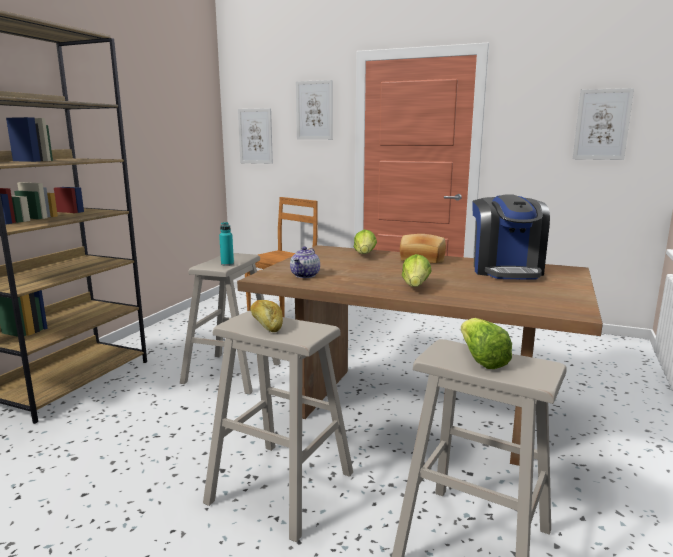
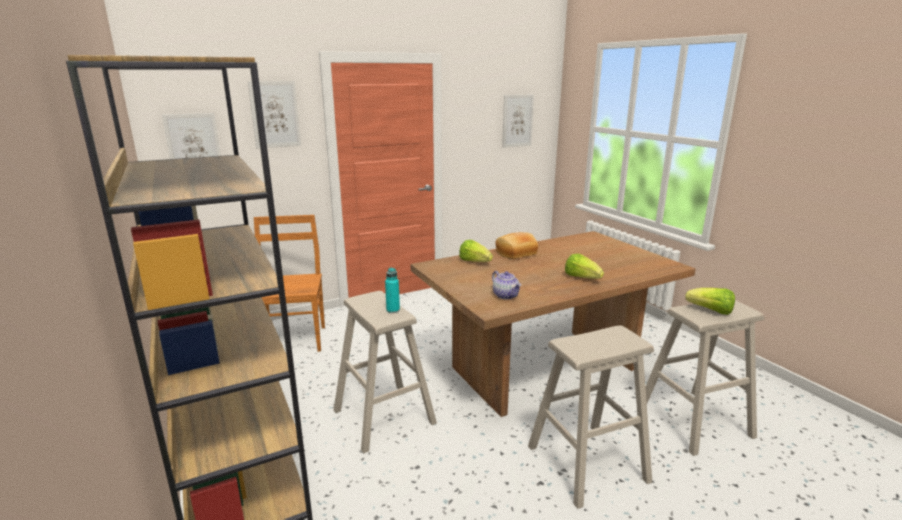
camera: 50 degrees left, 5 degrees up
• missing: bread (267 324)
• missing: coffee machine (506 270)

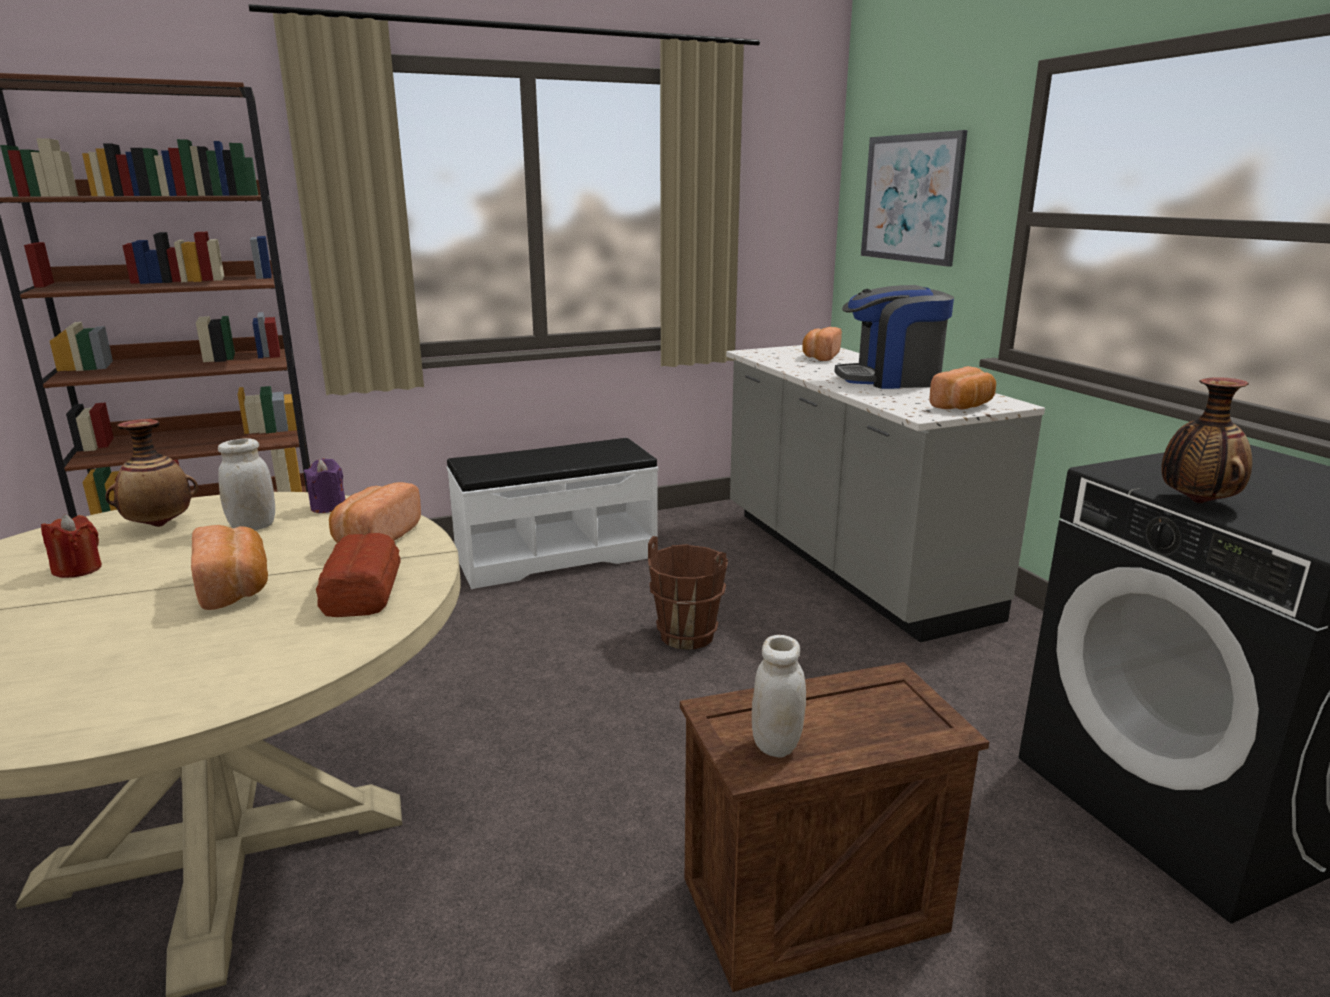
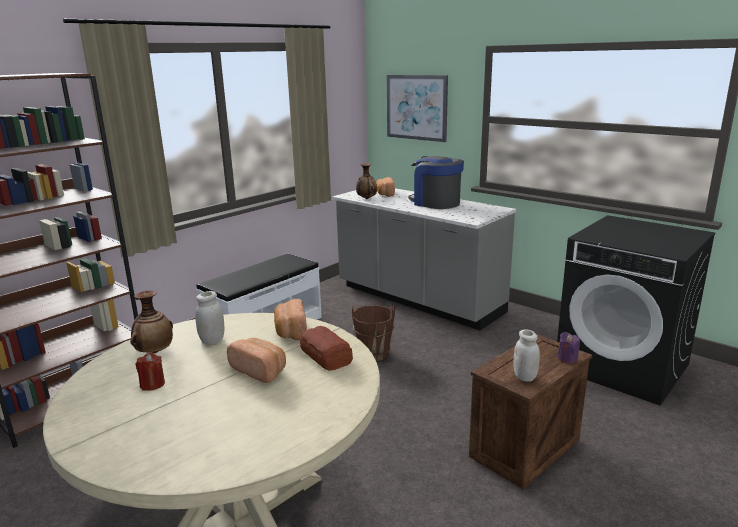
camera: 25 degrees left, 0 degrees up
• relocated: purple candle (328 507) to (567 358)
• spun: coffee machine (891 379) = (435 203) 75 degrees clockwise
• missing: bread (963 406)
• relocated: vase (1196 502) to (366 198)

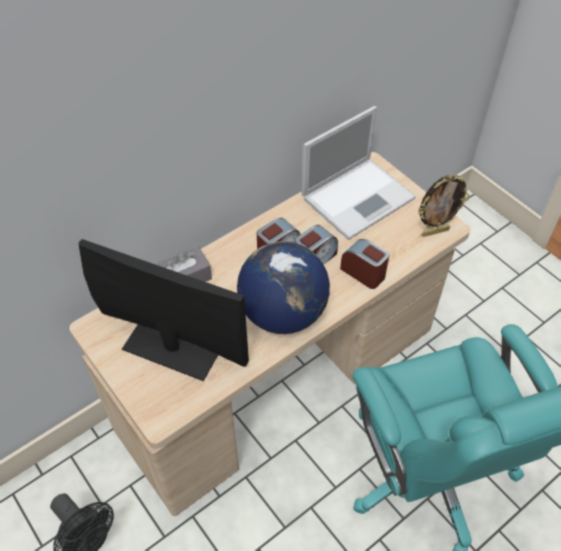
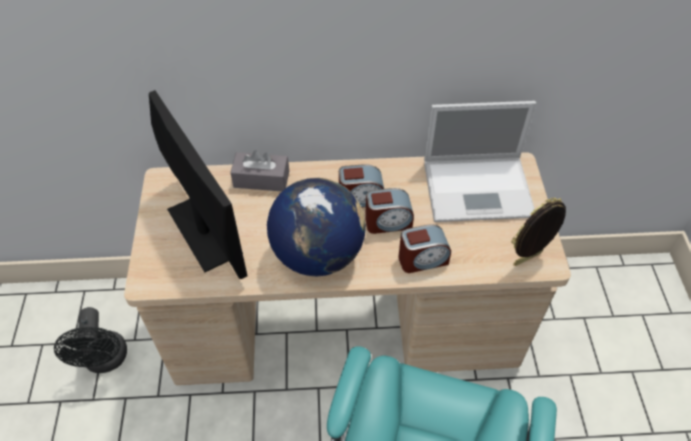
camera: 35 degrees right, 0 degrees up
• spun: alarm clock (363 272) = (422 259) 90 degrees clockwise
• spun: picture frame (434 232) = (528 260) 135 degrees clockwise

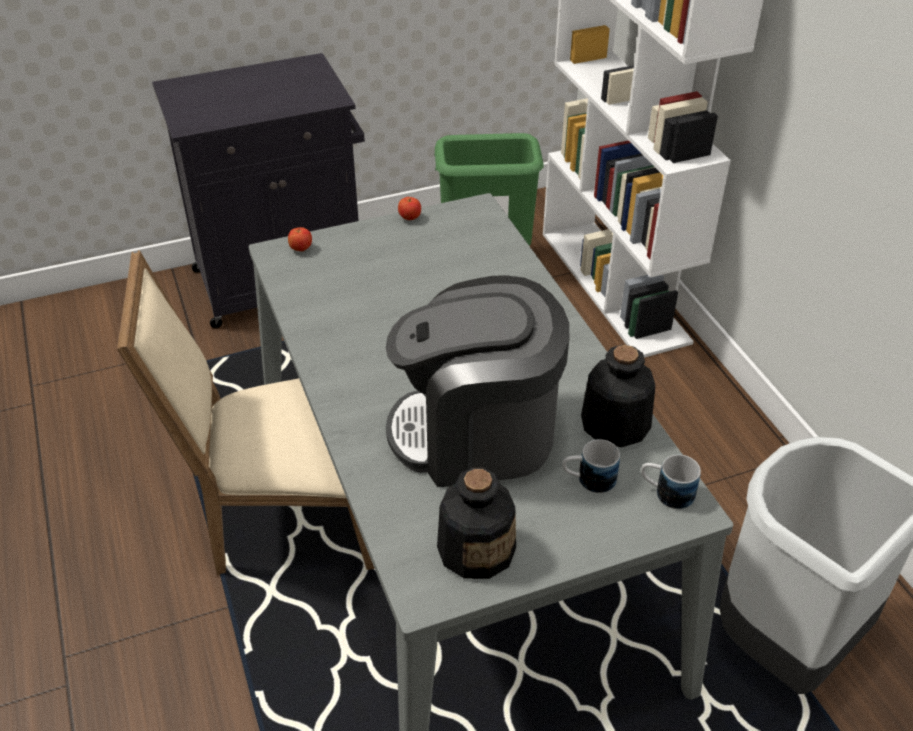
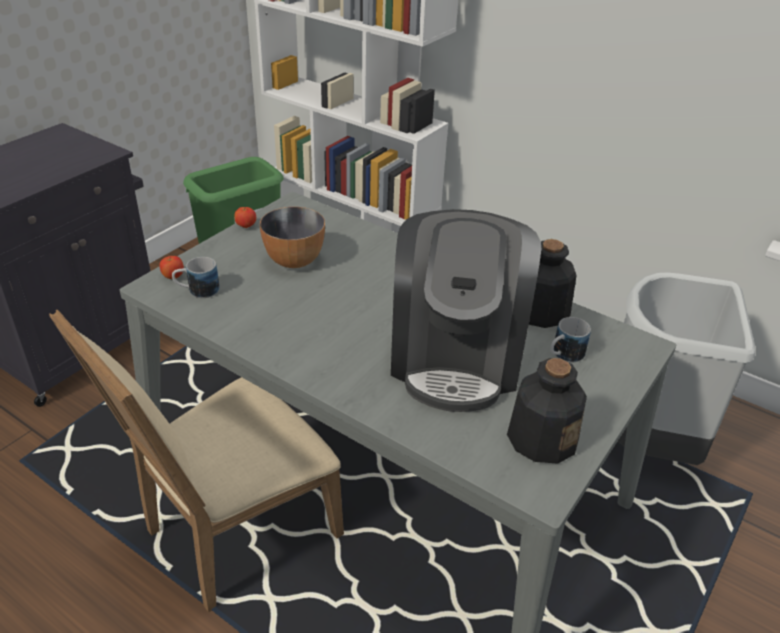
camera: 35 degrees left, 5 degrees down
• spun: coffee machine (476 434) = (456 358) 45 degrees counterclockwise
• relocated: mug (666 493) to (197 291)
• appeared: bowl (294 260)

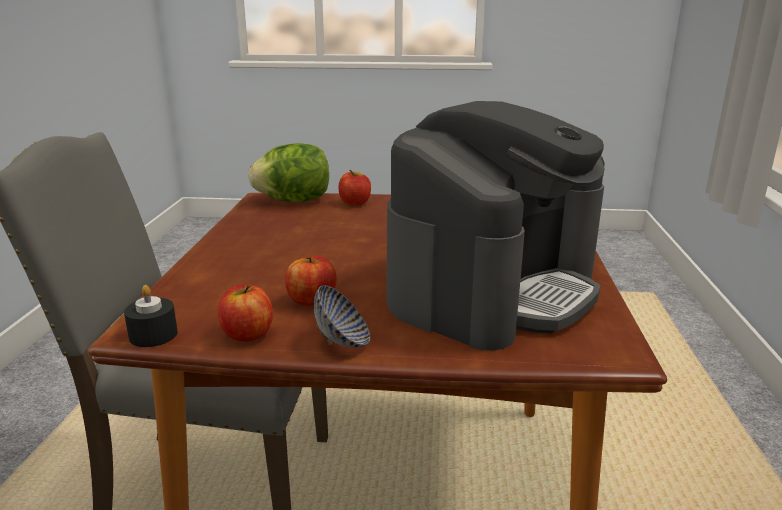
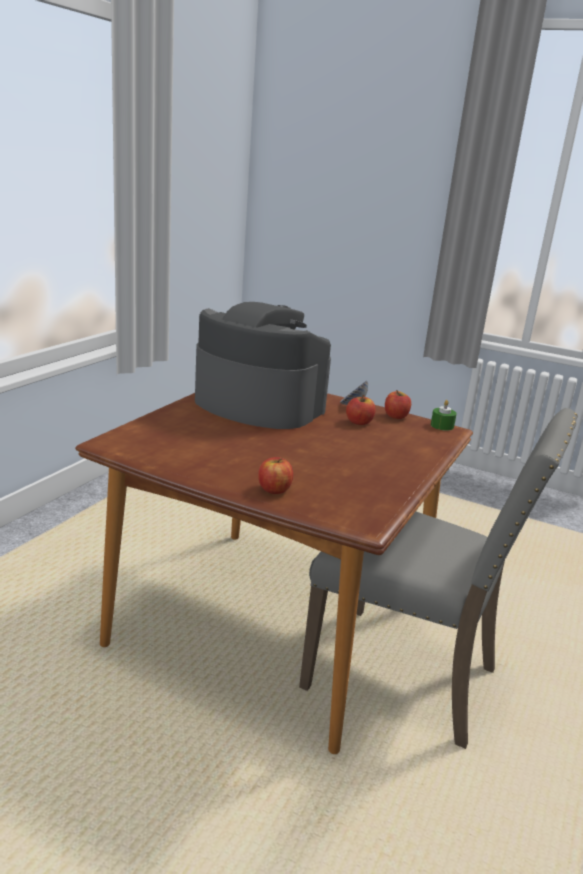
camera: 160 degrees left, 0 degrees up
• colour: black candle (153 335) to green candle (442 426)
• missing: lettuce (294 201)
• spun: coffee machine (493 289) = (257 405) 60 degrees clockwise

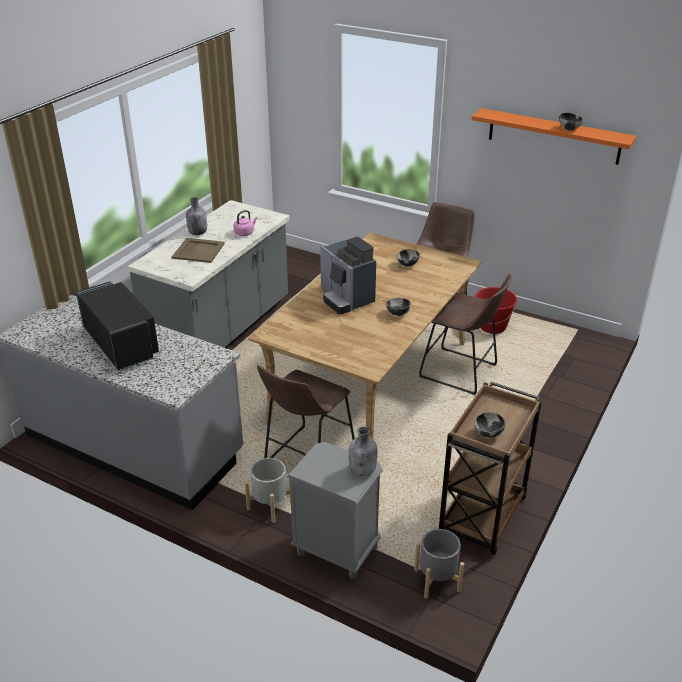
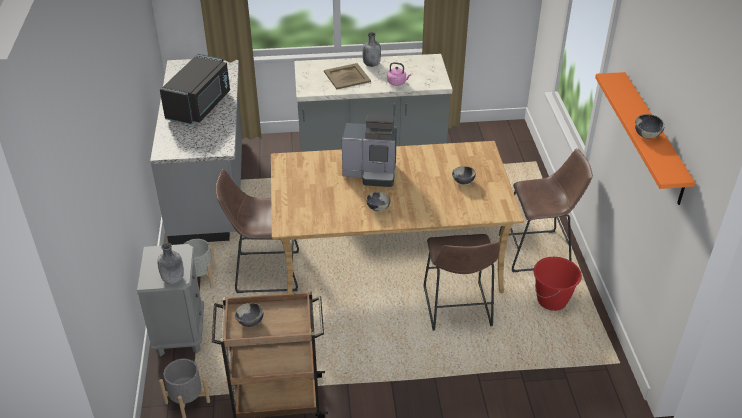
camera: 55 degrees right, 5 degrees up
• spun: coffee machine (346 298) = (371 173) 105 degrees counterclockwise

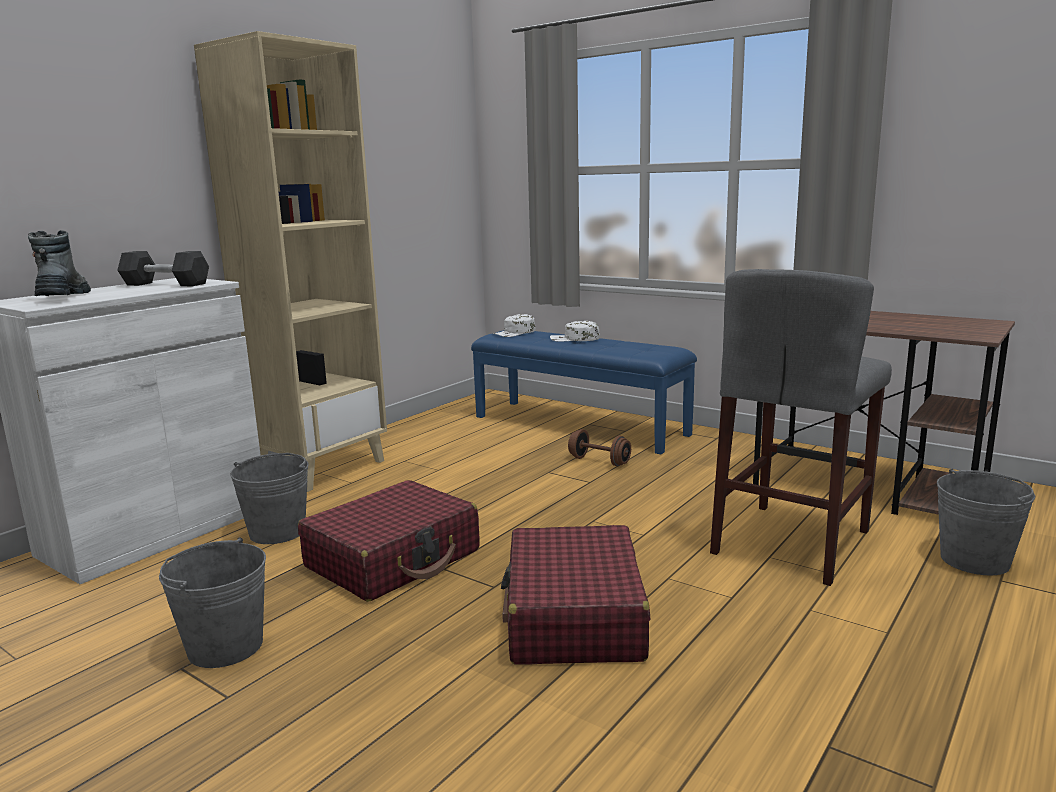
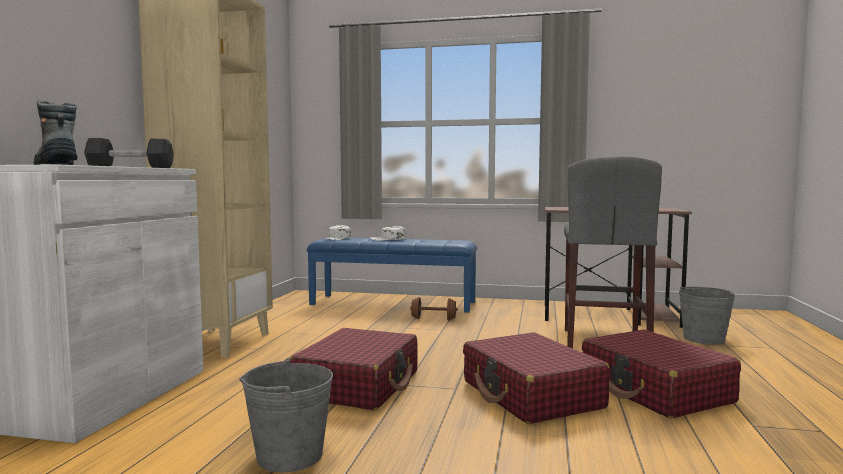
camera: 25 degrees left, 10 degrees down
• missing: grey bucket (277 532)
• appeared: red suitcase (655 390)

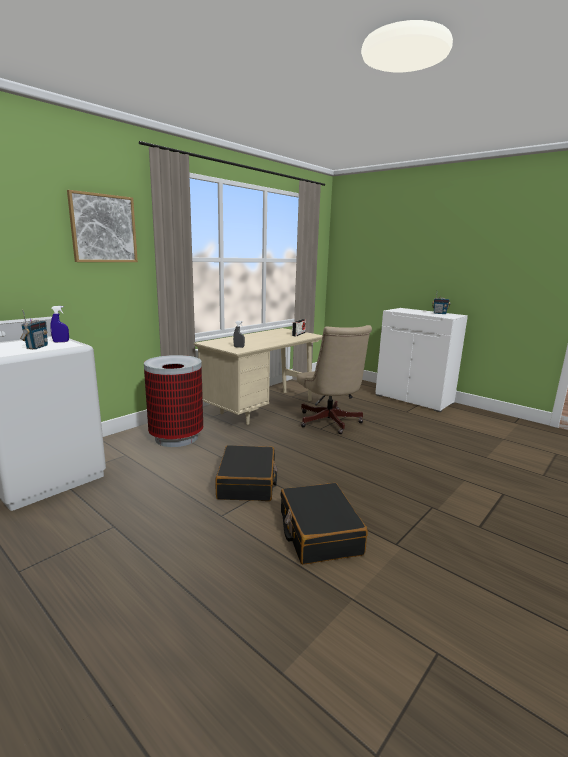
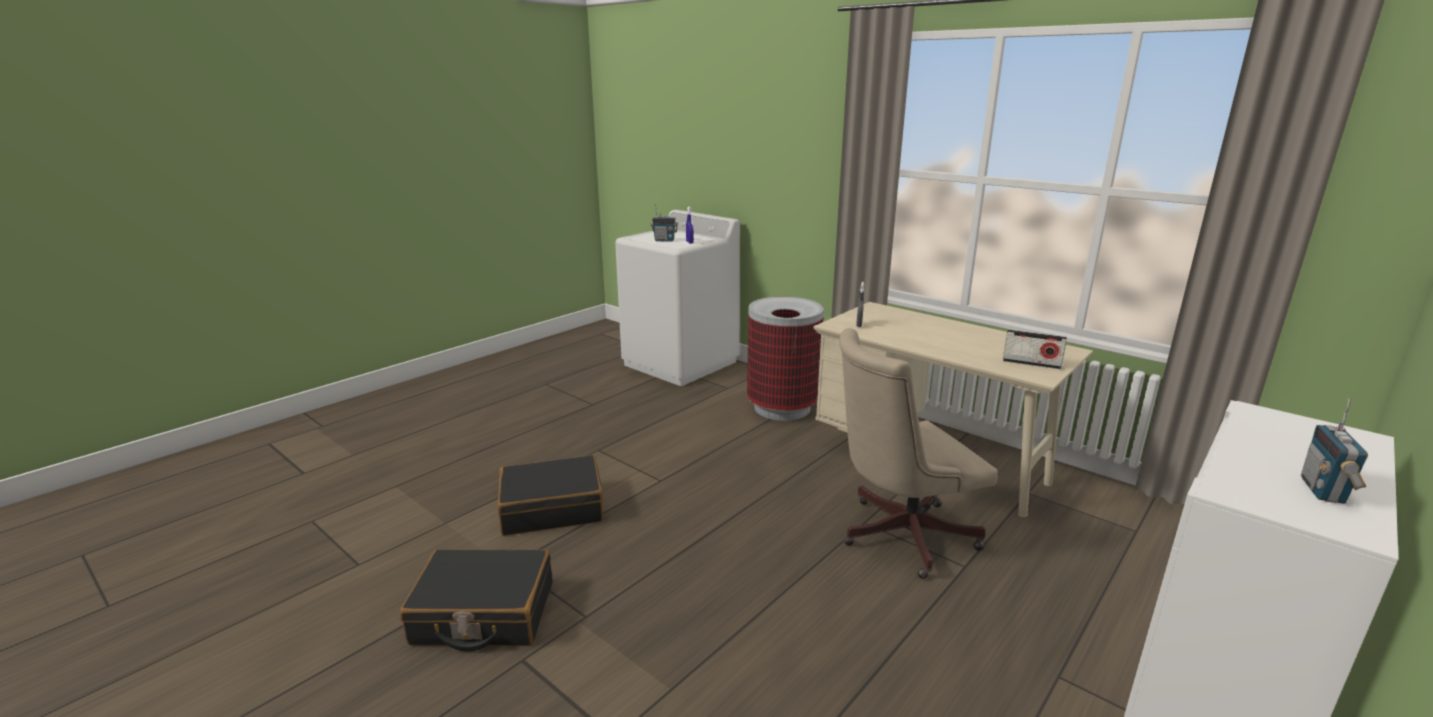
camera: 90 degrees right, 5 degrees up
• missing: picture (103 228)
• relocated: black suitcase (247 482) to (483 614)

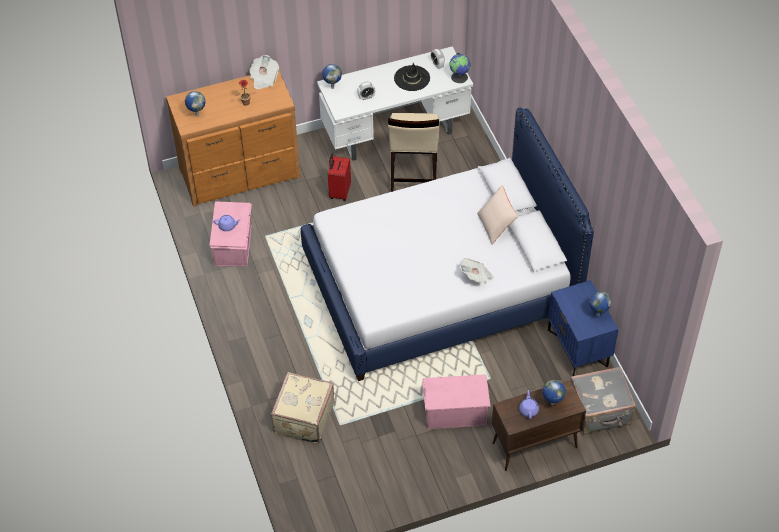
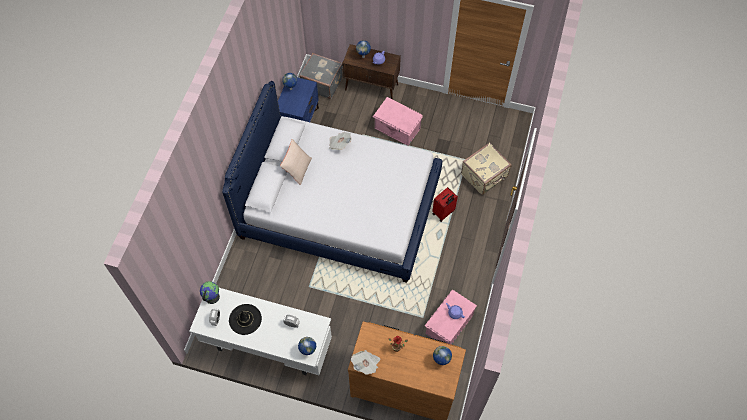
camera: 145 degrees left, 10 degrees up
• relocated: red suitcase (339 192) to (443 213)
• missing: beige stool (413 177)

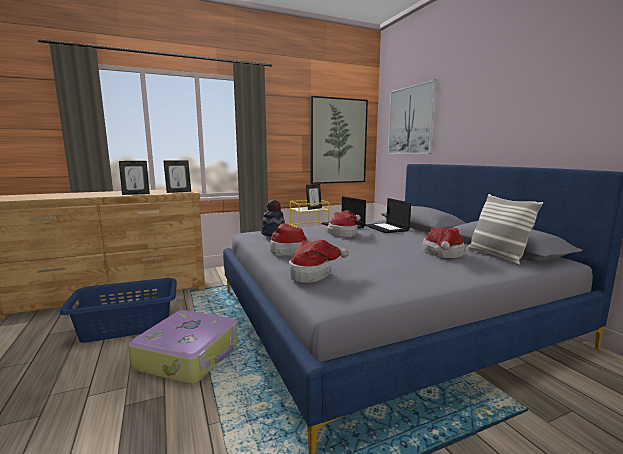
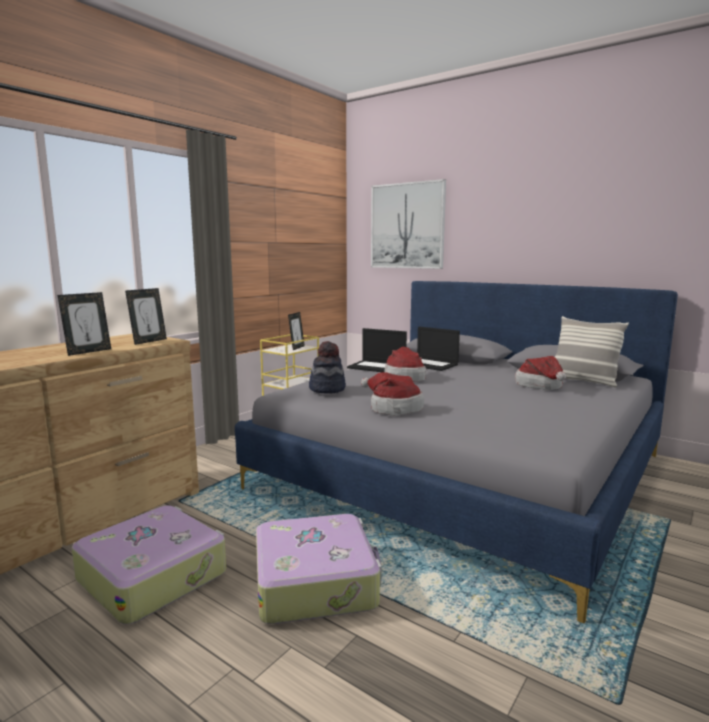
camera: 30 degrees left, 0 degrees up
• exchanged: blue laundry basket (127 325) to suitcase (153 575)
• missing: hat (312 274)
• missing: picture (338 141)

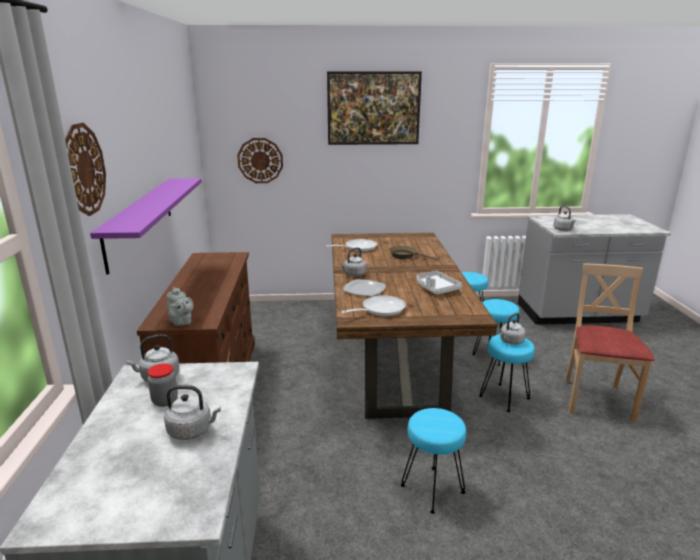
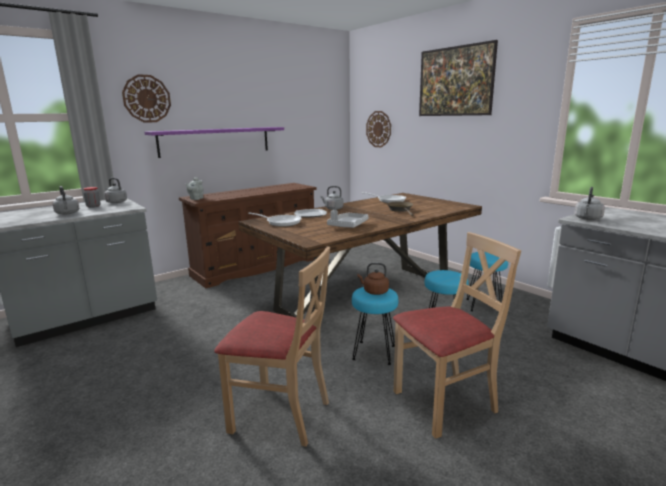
camera: 55 degrees right, 5 degrees down
• missing: turquoise stool (431 489)
• colour: grey kettle (510 341) to brown kettle (374 292)
• appeared: beige chair (280 415)

